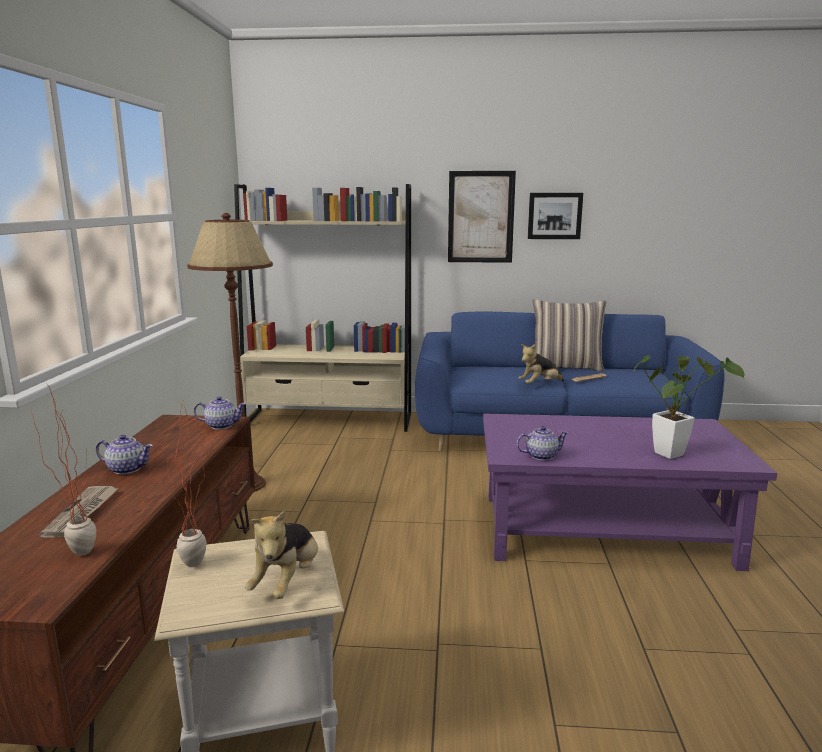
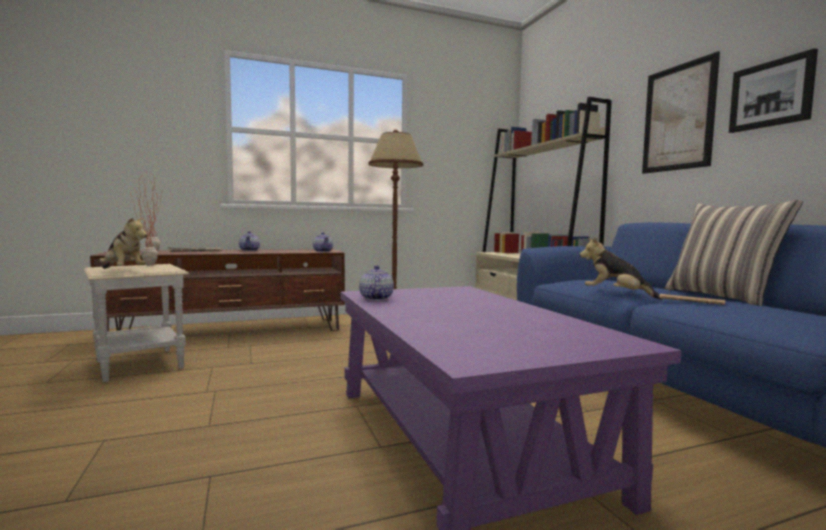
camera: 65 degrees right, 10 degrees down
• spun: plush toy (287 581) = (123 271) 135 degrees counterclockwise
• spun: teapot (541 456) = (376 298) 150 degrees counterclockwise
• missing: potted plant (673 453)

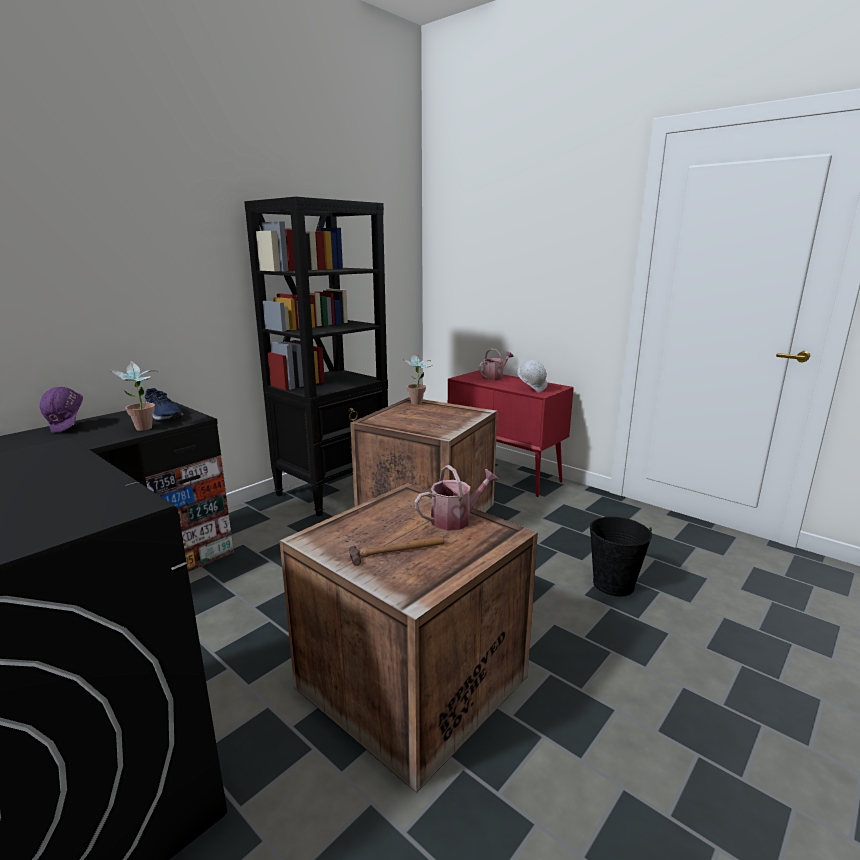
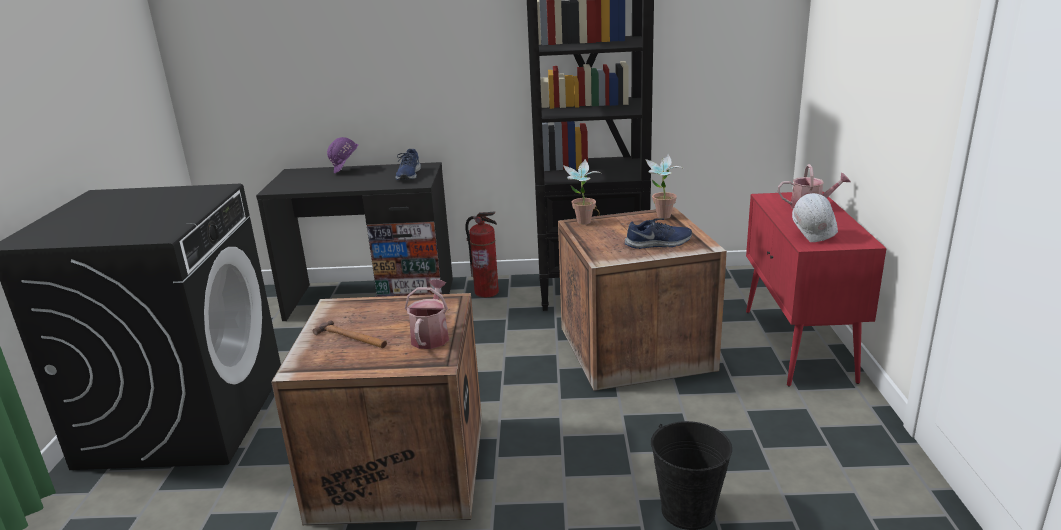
camera: 50 degrees right, 5 degrees up
• relocated: potted plant (144 430) to (582 223)
• spun: watering can (456 519) = (431 336) 105 degrees counterclockwise
• appeared: fire extinguisher (487 292)
• appeared: blue shoe (659 244)

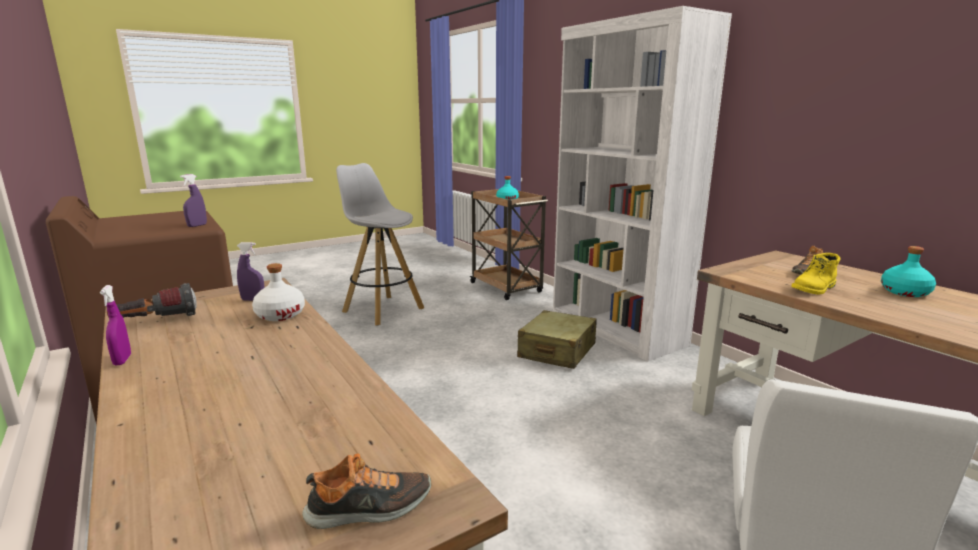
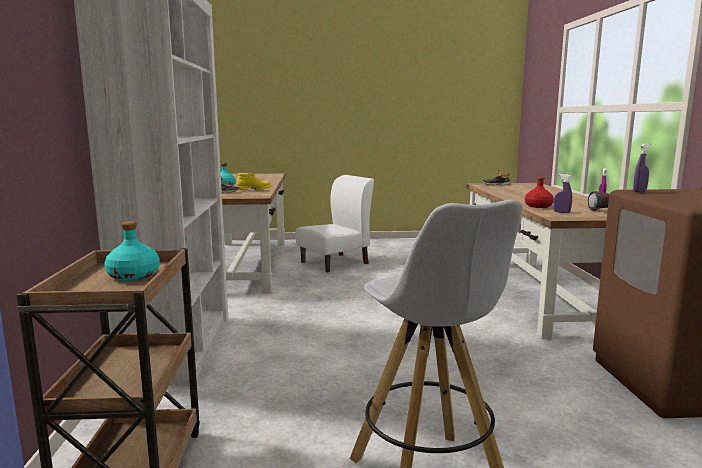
camera: 150 degrees left, 5 degrees down
• colour: white bottle (280 315) to red bottle (538 206)
• missing: beige suitcase (557 351)

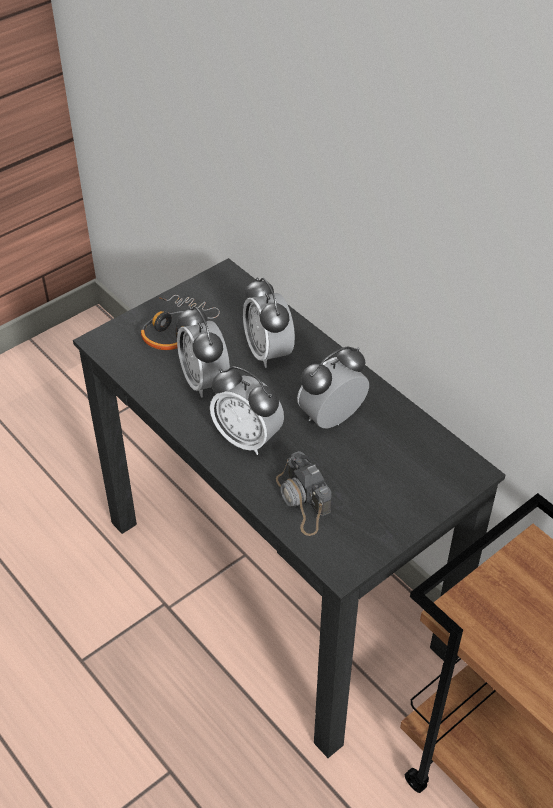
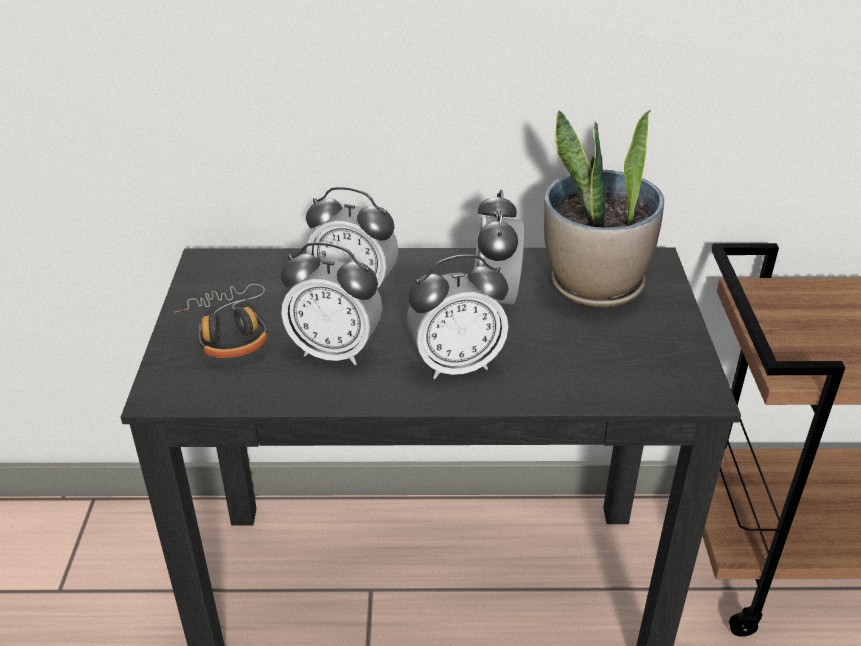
camera: 50 degrees left, 10 degrees down
• missing: photo camera (303 501)
• appeared: potted plant (594 286)

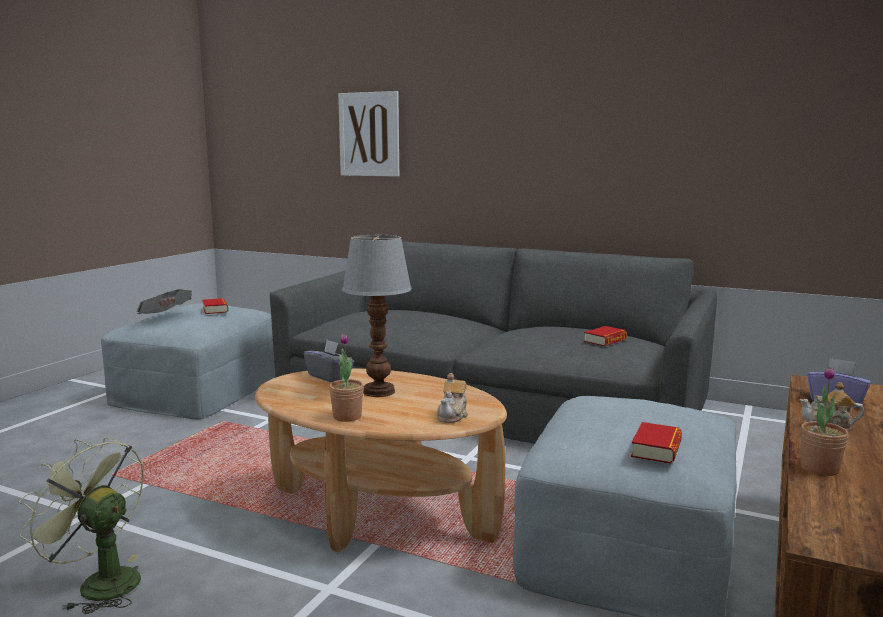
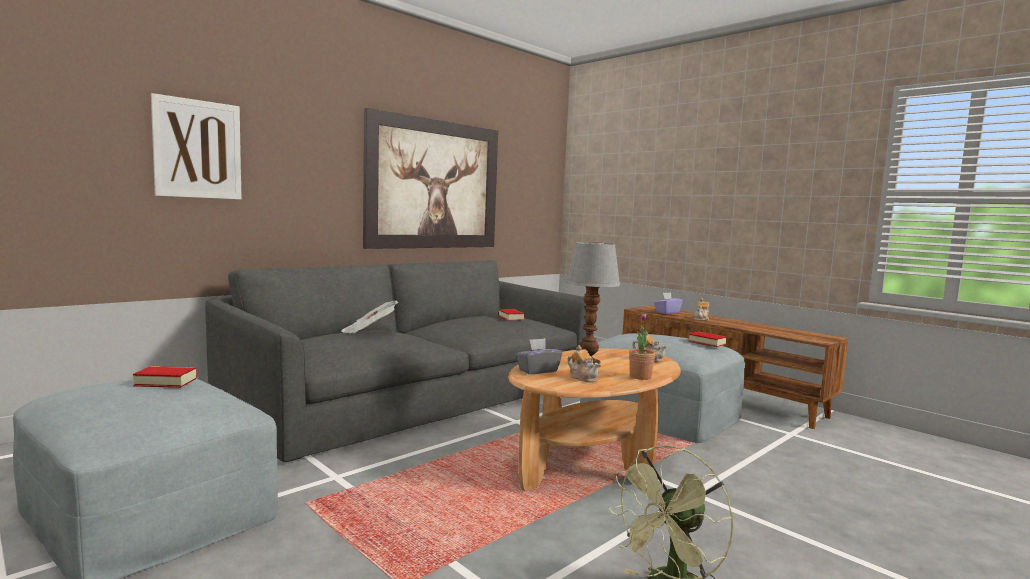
camera: 70 degrees left, 5 degrees down
• relocated: newspaper (165 317) to (369 331)
• missing: potted plant (819 468)
• appeared: picture (434 184)
• appeared: teapot (583 378)

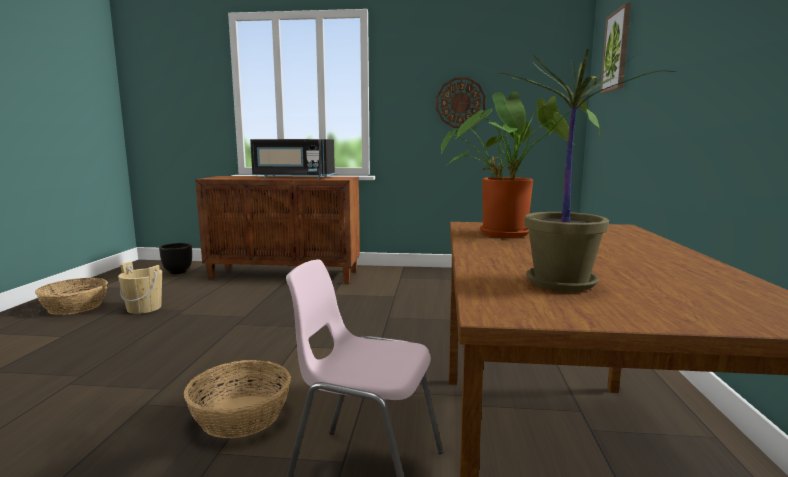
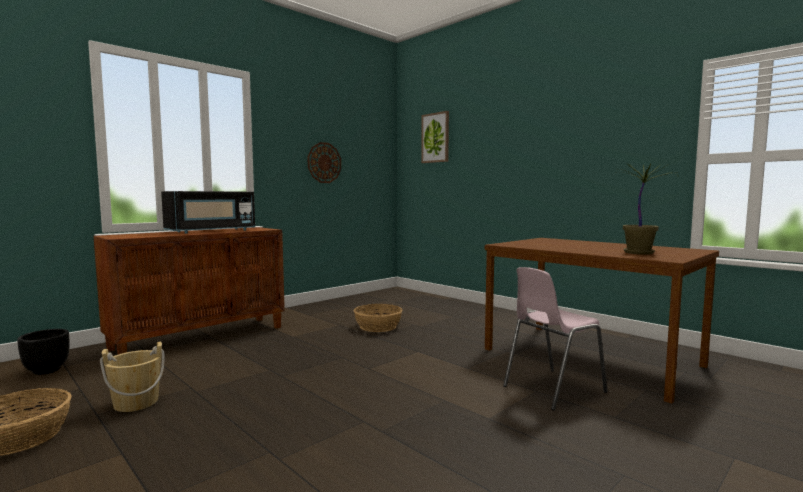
camera: 50 degrees left, 5 degrees down
• relocated: basket (242 415) to (378 326)
• missing: potted plant (508 233)

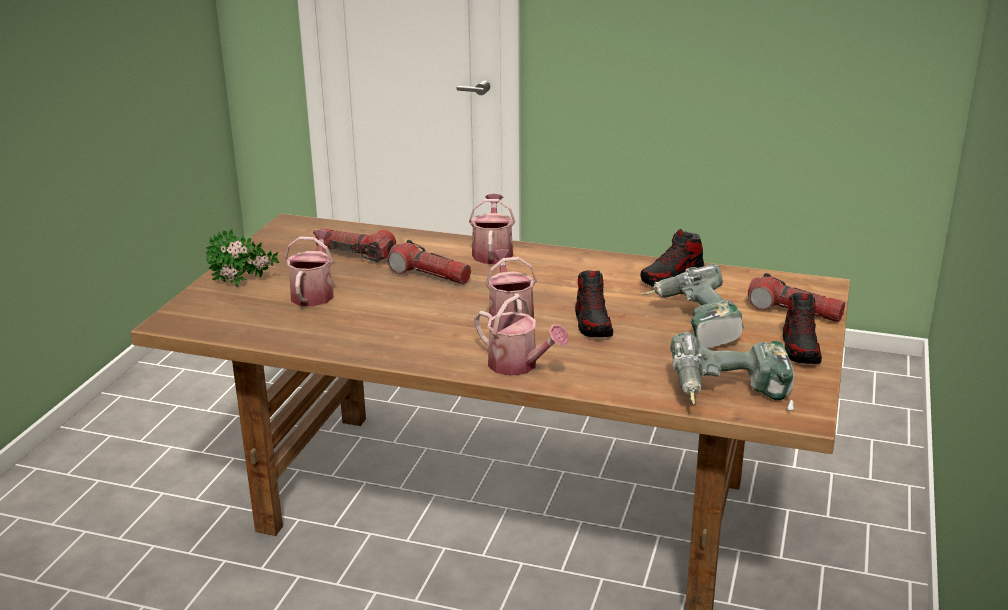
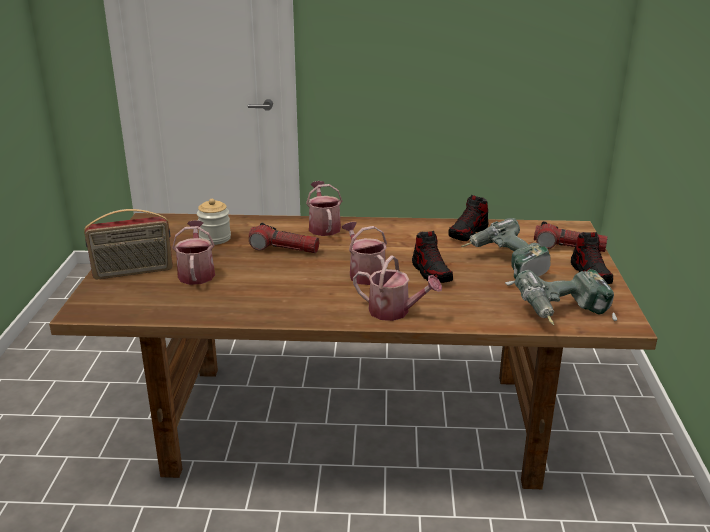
camera: 15 degrees left, 0 degrees up
• exchanged: potted plant (244 284) to radio (133 272)
• exchanged: flashlight (356 254) to jar (215 238)

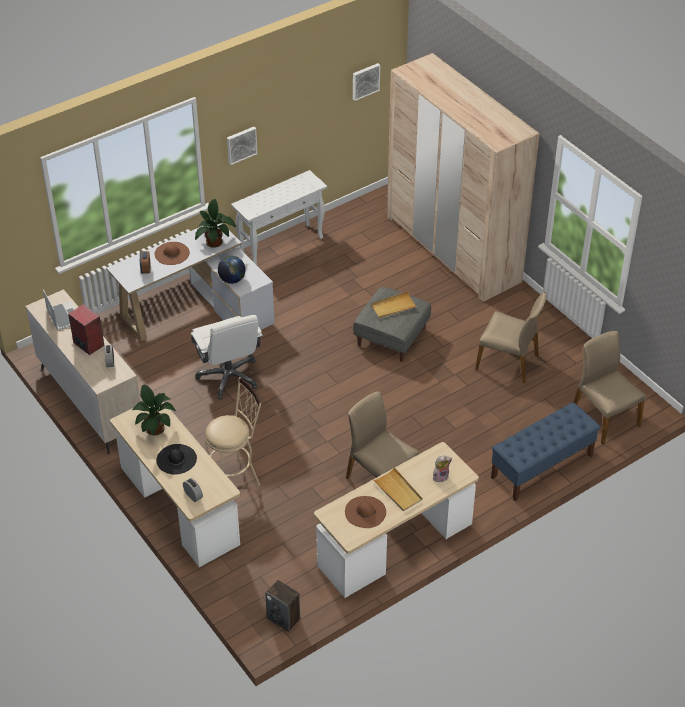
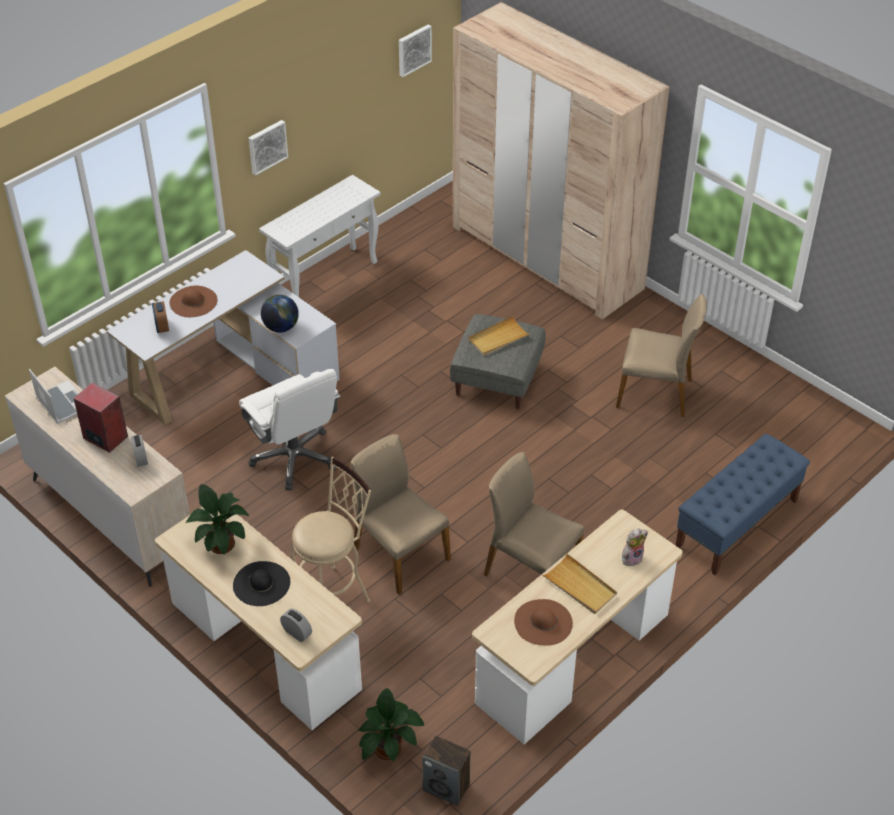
camera: 10 degrees left, 0 degrees up
• relocated: potted plant (215 241) to (389 746)
• relocated: beige chair (604 417) to (399 554)

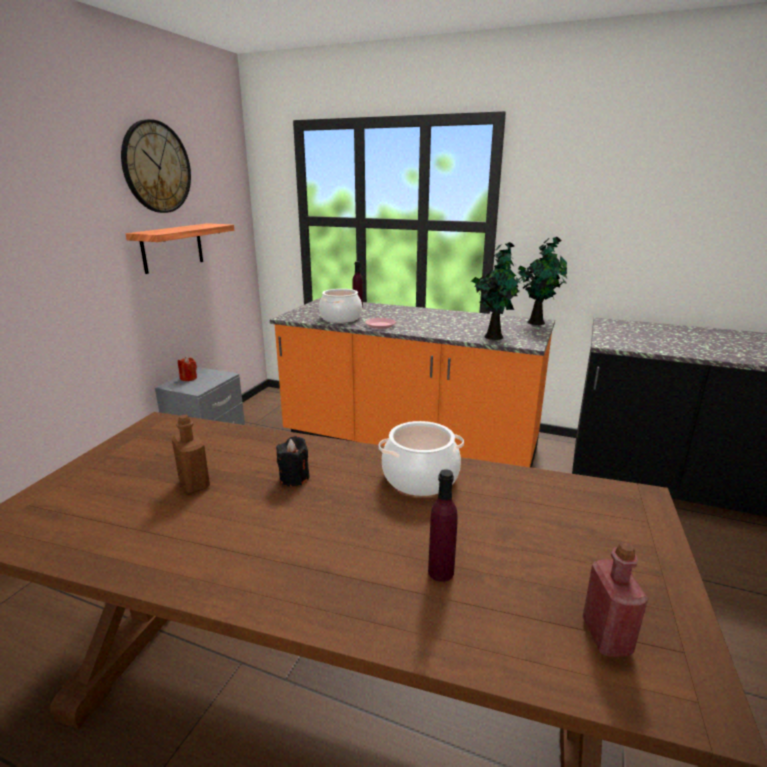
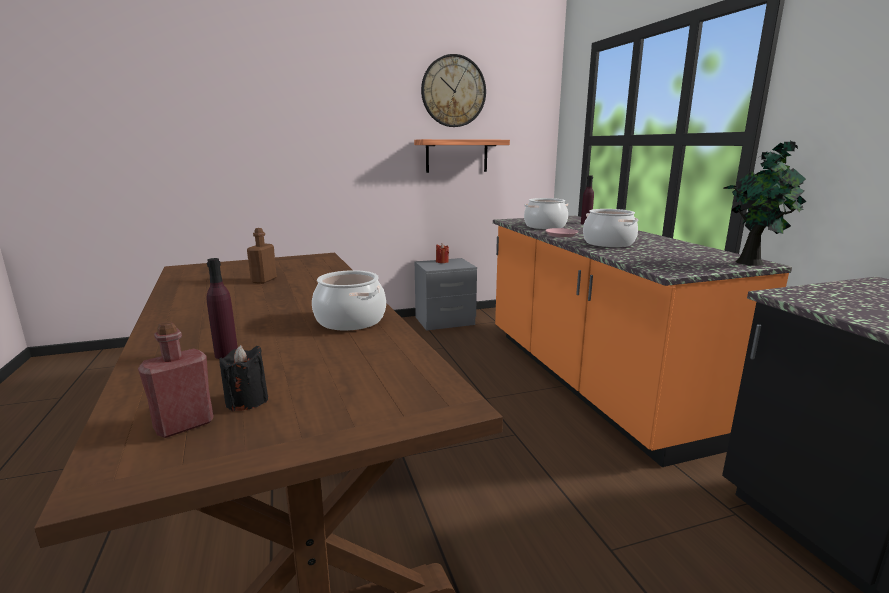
camera: 50 degrees right, 5 degrees down
• relocated: black candle (294 478) to (247 401)
• missing: potted plant (494 336)
• appeared: cooking pot (608 243)

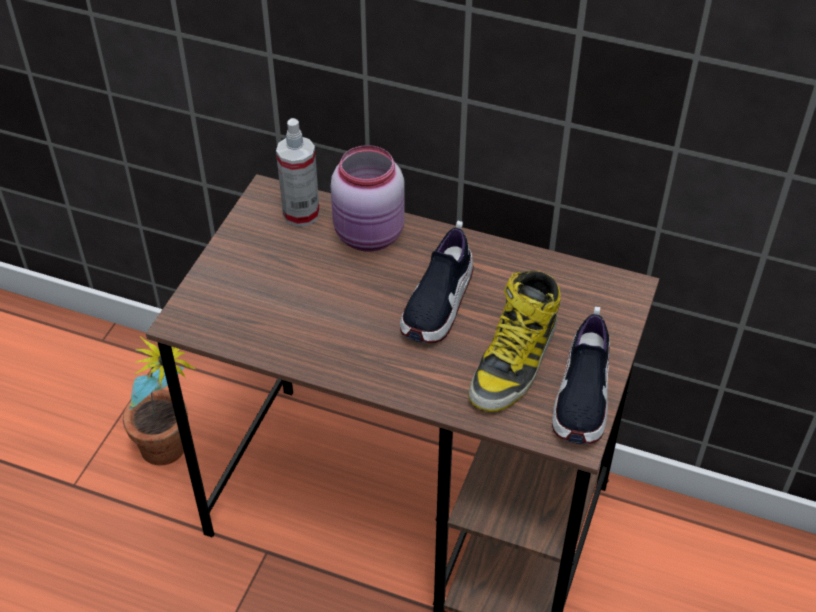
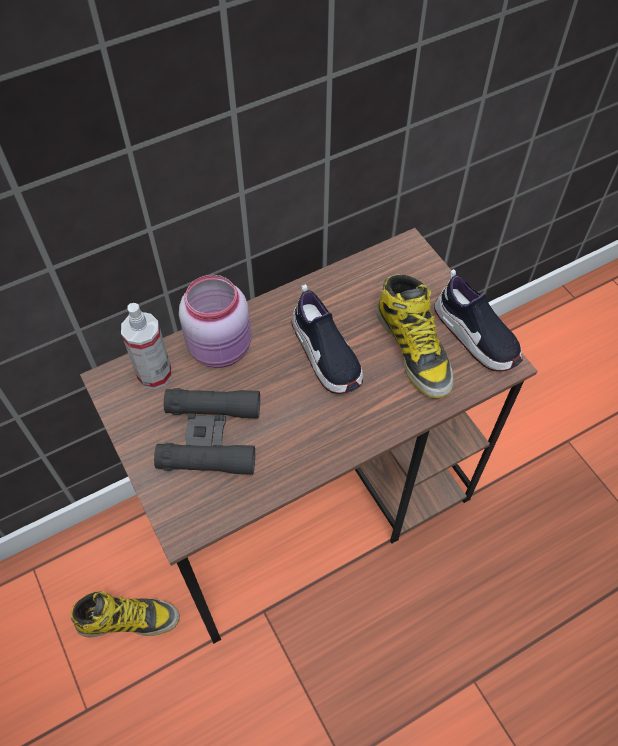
camera: 50 degrees left, 10 degrees up
• exchanged: potted plant (172 456) to boot (128 620)
• appeared: black binoculars (210 436)

